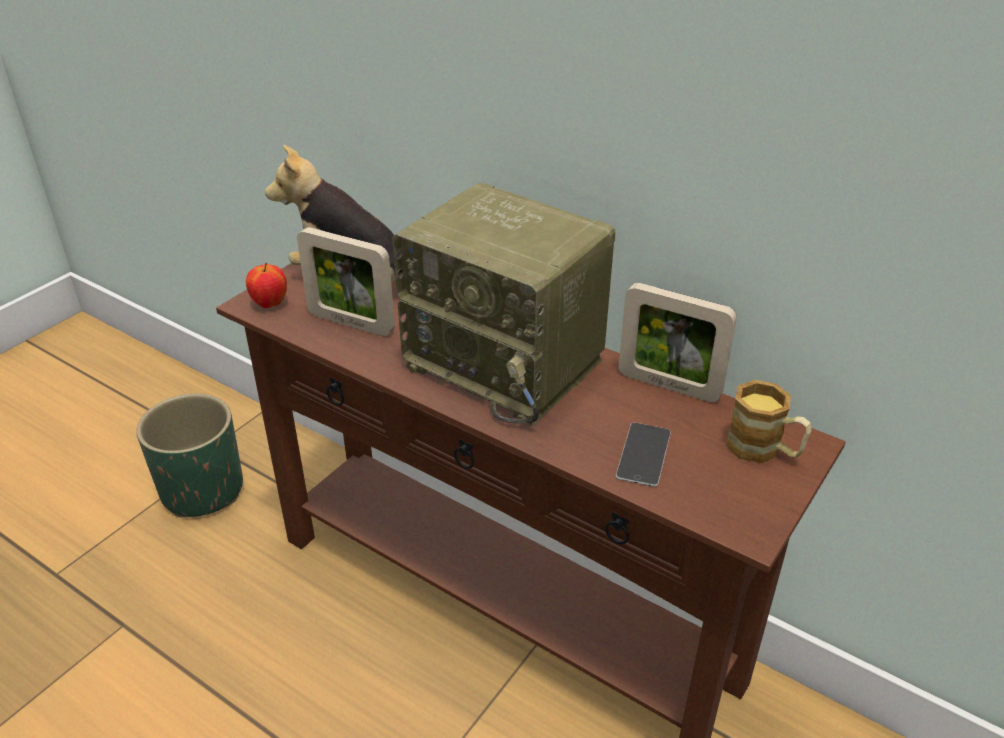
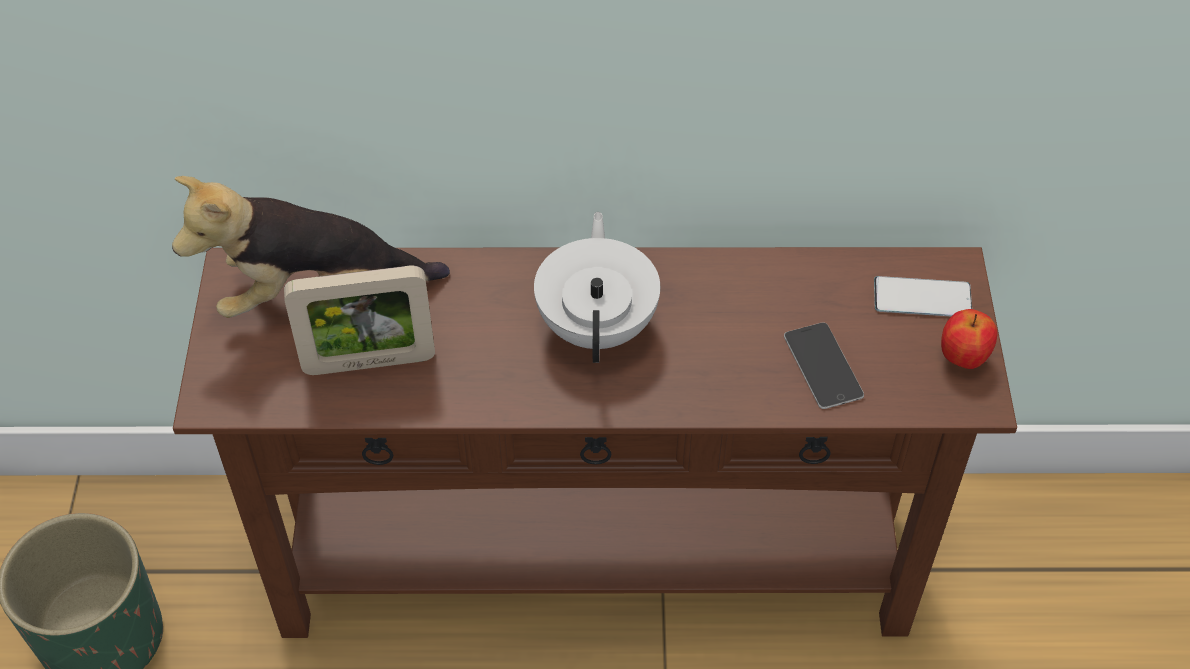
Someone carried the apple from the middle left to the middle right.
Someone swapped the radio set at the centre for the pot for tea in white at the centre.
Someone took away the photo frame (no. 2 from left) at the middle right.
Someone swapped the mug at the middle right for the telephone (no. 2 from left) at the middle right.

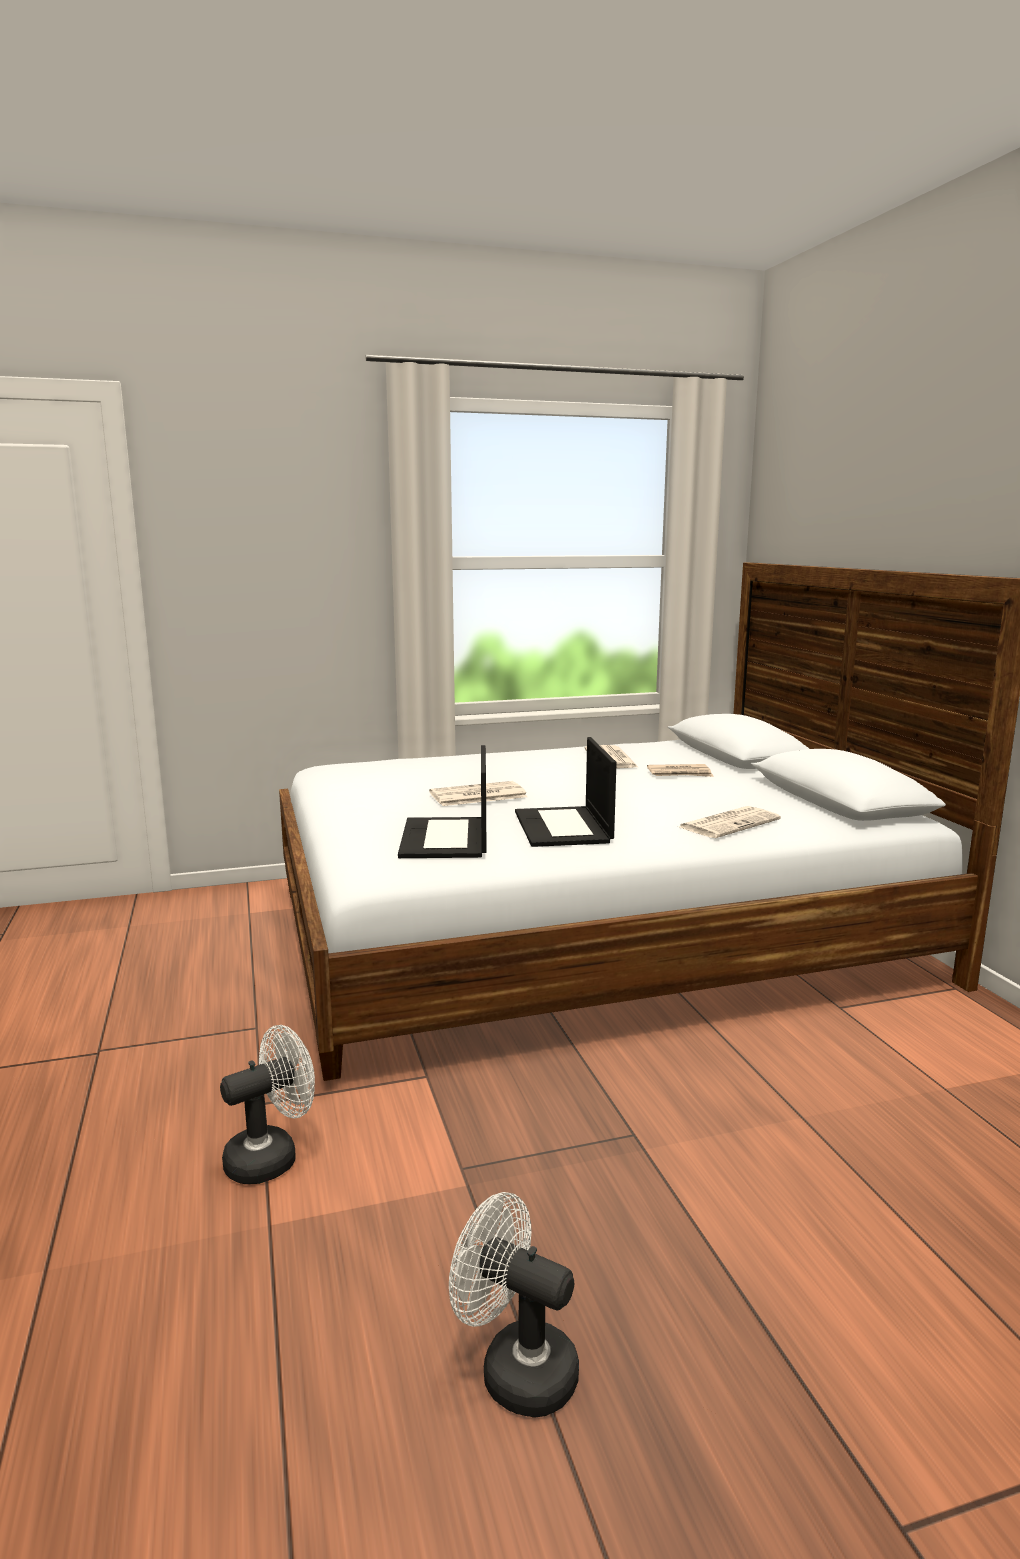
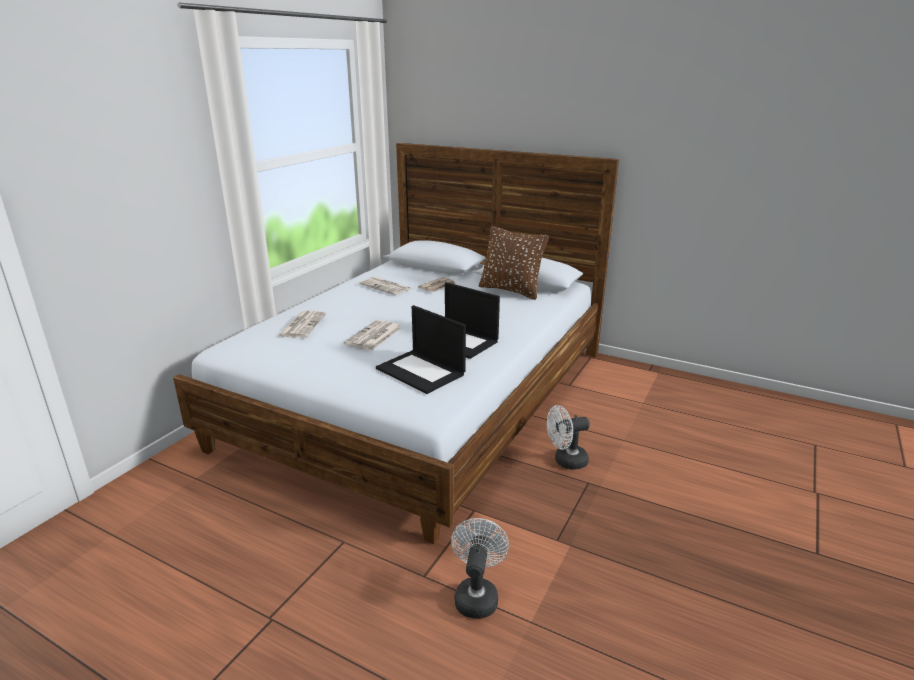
Someone carried the electric fan in white (no. 2 from left) from the bottom centre to the centre.
Someone carried the newspaper (no. 4 from left in the first image) from the middle right to the middle left.
Someone put down the throw pillow in brownish at the centre.

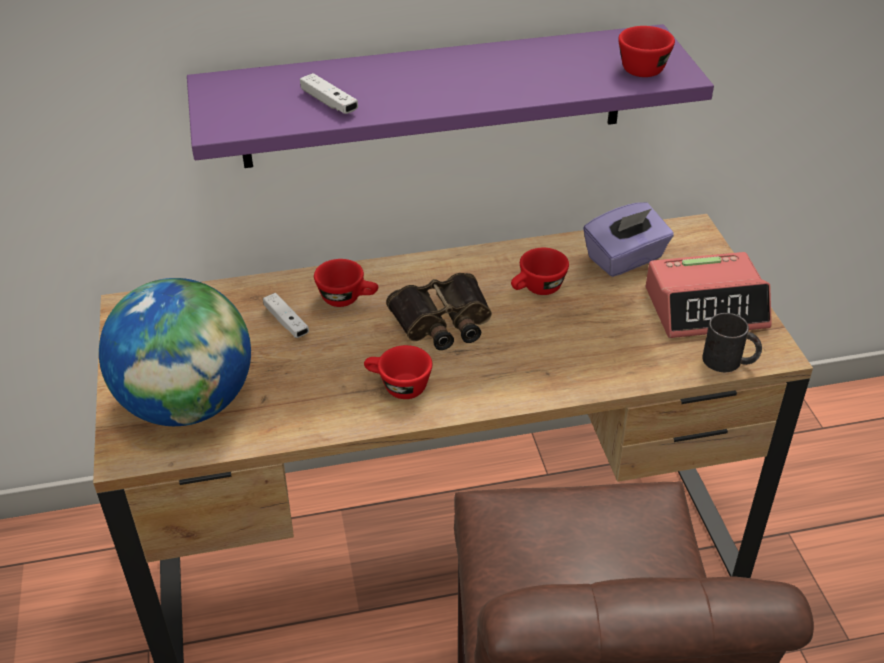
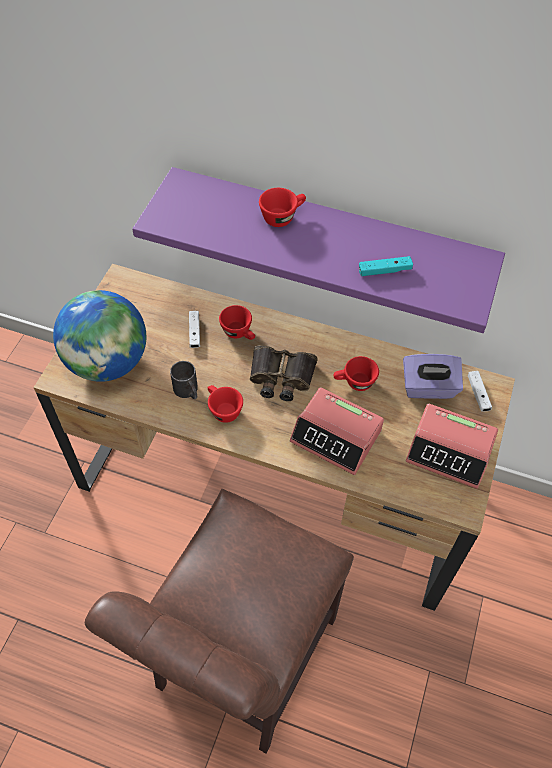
Someone carried the joypad in white (no. 2 from left) from the top centre to the middle right.
Someone carried the small cup in red-coloured (no. 4 from left in the first image) from the top right to the top centre.
Someone carried the mug in blackish from the middle right to the centre.
Someone put down the table clock (no. 1 from left) at the centre.
Someone put down the joypad in blue-green at the middle right.

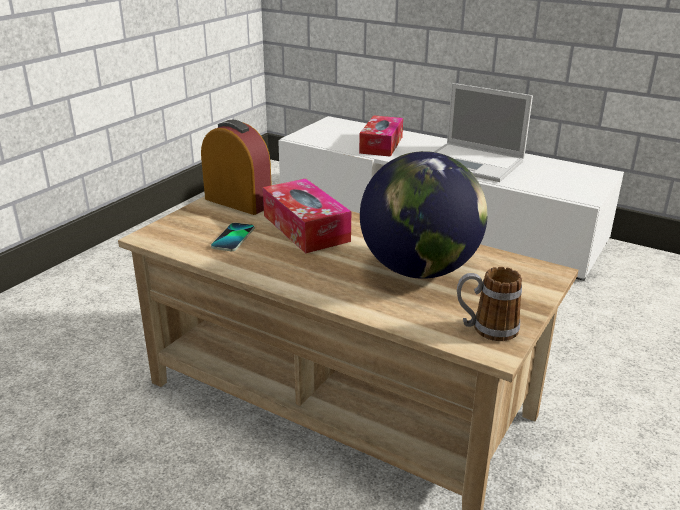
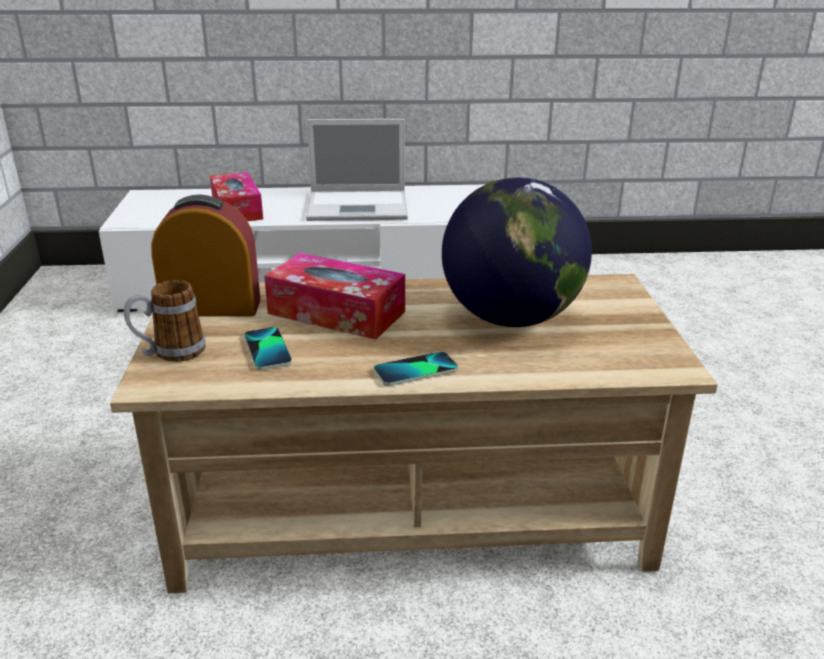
Someone carried the mug from the middle right to the middle left.
Someone put down the telephone (no. 2 from left) at the centre.

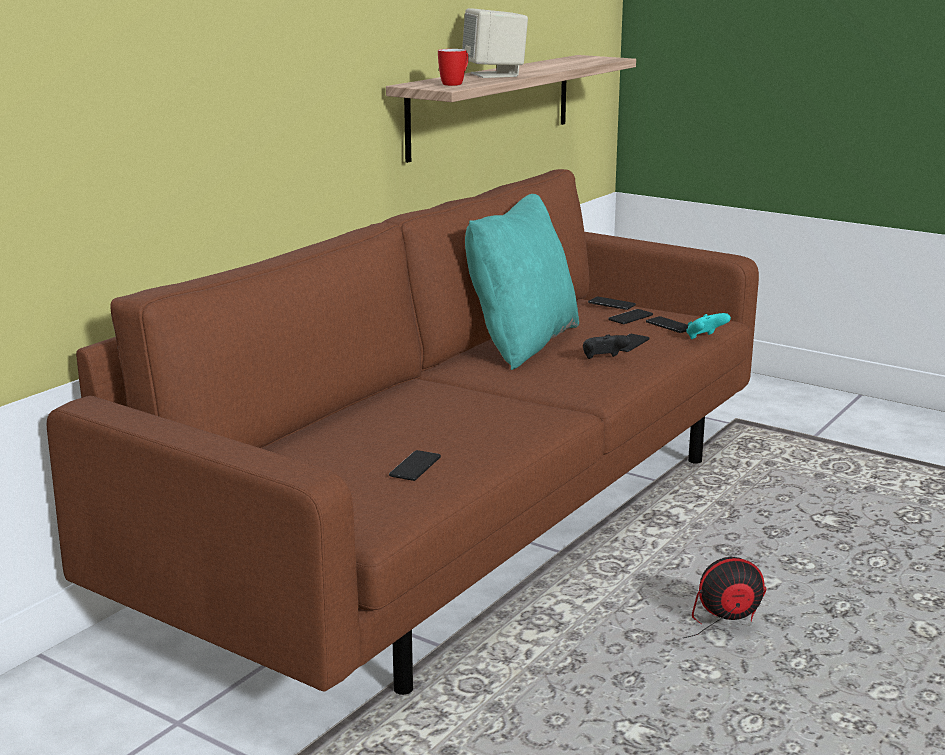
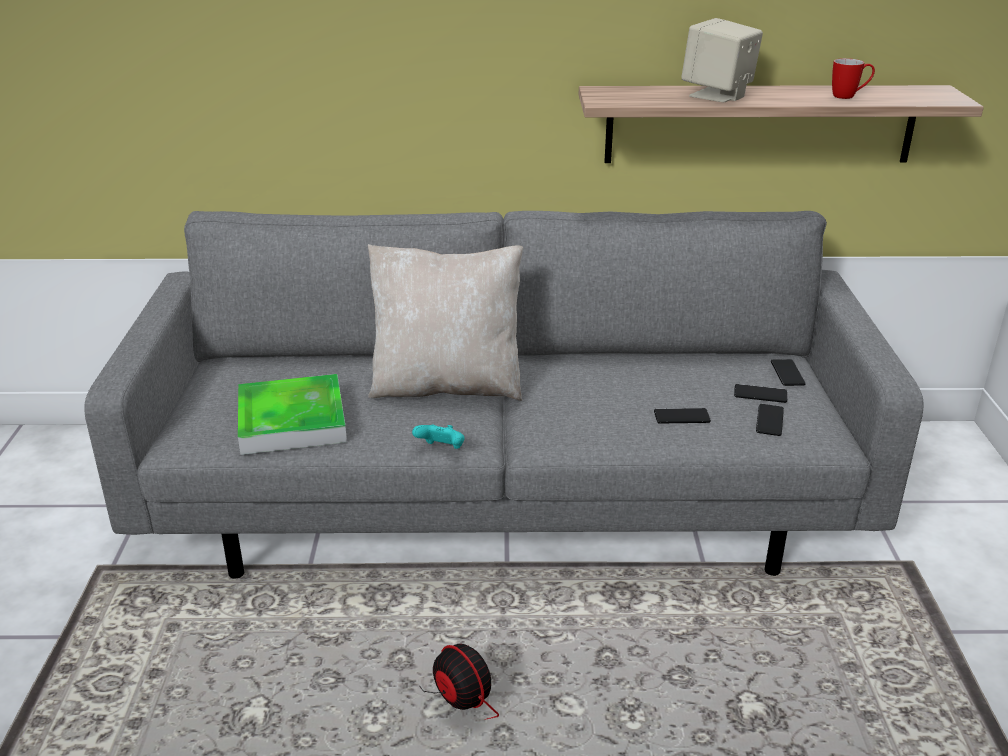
Someone repainted the sofa in brownish at the centre, which became the sofa in gray at the centre.
Someone swapped the telephone (no. 1 from left) at the centre for the carrying tray at the middle left.
Someone carried the mug from the top centre to the top right.
Someone took away the throw pillow in blue-green at the centre.
Someone took away the joypad in blackish at the centre.
Someone carried the joypad in blue-green from the middle right to the centre.
Someone put down the throw pillow in sand-coloured at the centre.

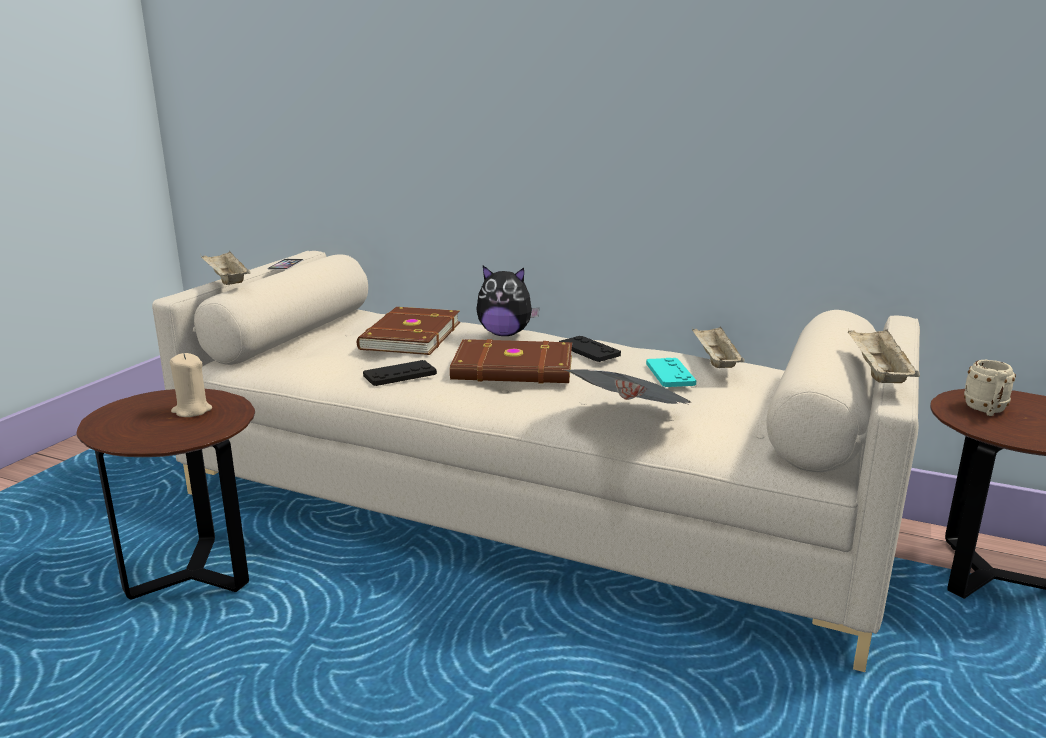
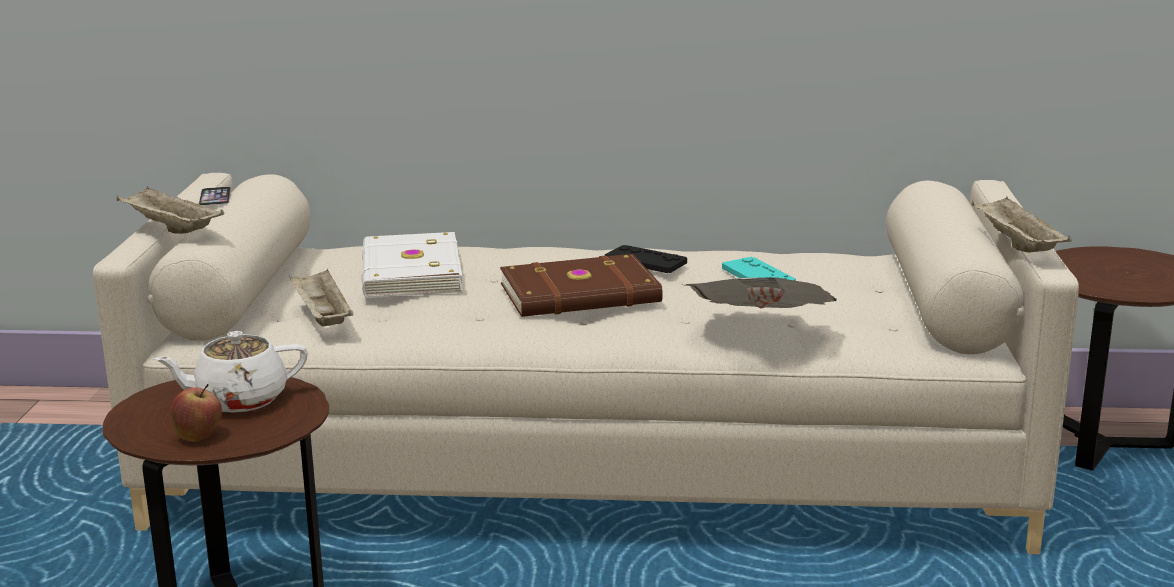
Someone swapped the wax candle in sand-coloured at the middle left for the pot for tea in white at the middle left.
Someone repainted the book in brownish (no. 1 from left) at the centre, which became the book in white at the centre.
Someone took away the joypad in blackish (no. 1 from left) at the centre.
Someone took away the plush toy at the centre.
Someone carried the carrying tray in sand-coloured (no. 2 from left) from the middle right to the middle left.
Someone took away the mug in sand-coloured at the middle right.
Someone put down the apple at the bottom left.

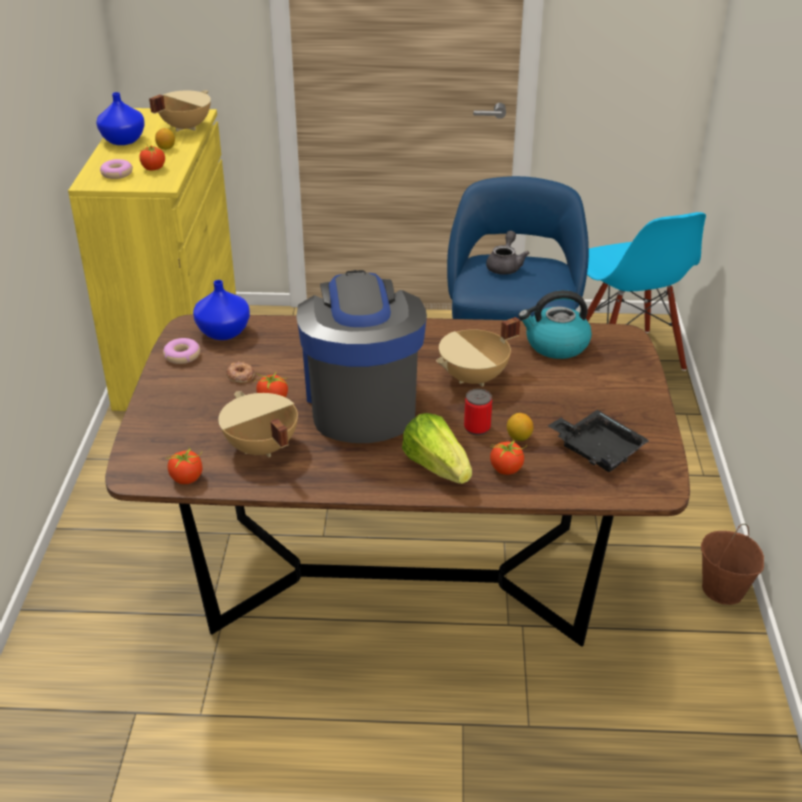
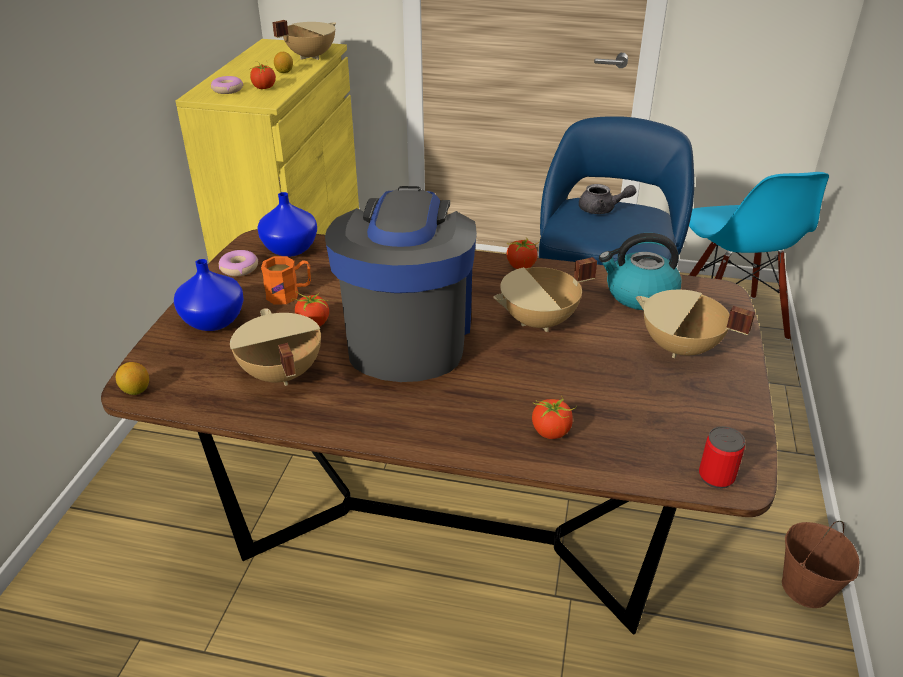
Someone carried the decorative vase in blue (no. 1 from left) from the top left to the middle left.
Someone carried the tomato (no. 2 from left in the first image) from the middle left to the centre.
Someone swapped the ring doughnut (no. 3 from left) at the middle left for the mug in orangey at the middle left.
Someone took away the head of lettuce at the centre.
Someone carried the sealed can from the centre to the bottom right.
Someone rotated the pot for tea in gray at the top centre by 75 degrees clockwise.
Someone carried the lemon (no. 2 from left in the first image) from the centre to the middle left.
Someone took away the carrying tray in blackish at the middle right.
Someone put down the saucepot in sand-coloured (no. 4 from left) at the middle right.

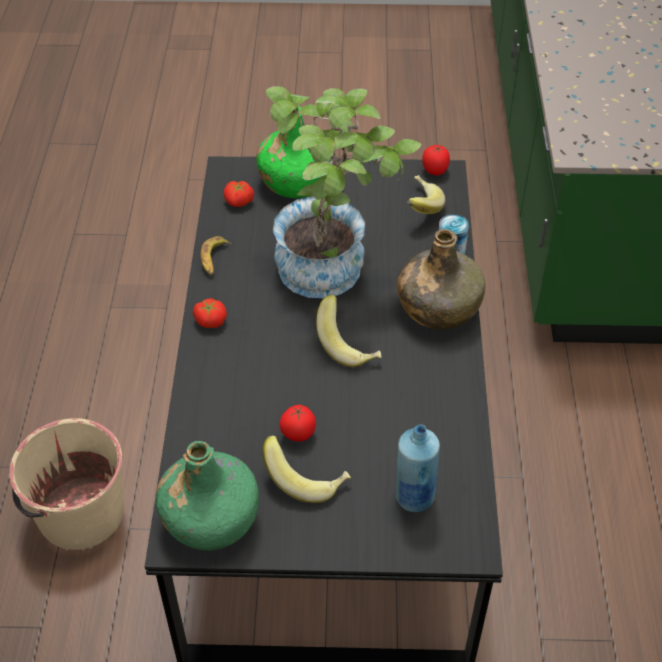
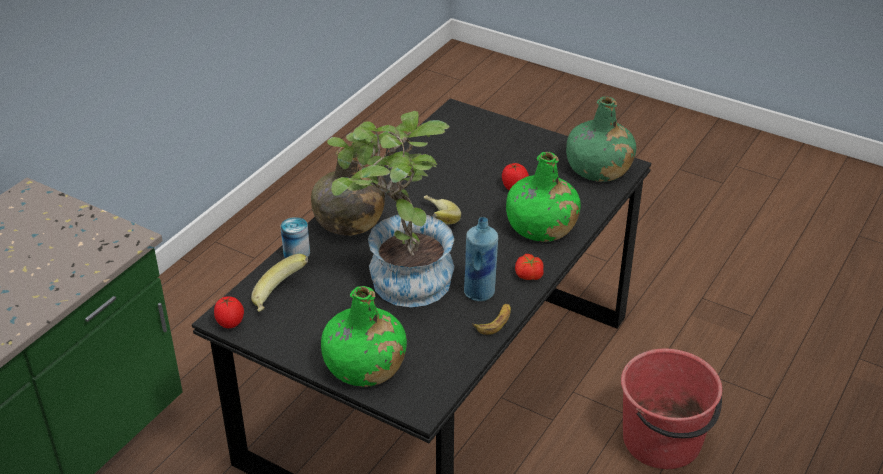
Someone repainted the pail in sand-coloured at the bottom left, which became the pail in red-coloured at the bottom right.
Someone took away the tomato (no. 2 from left) at the top centre.
Someone took away the whole banana (no. 2 from left) at the bottom centre.
Someone carried the bottle in blue from the bottom centre to the centre.
Someone put down the bottle in greenish (no. 3 from left) at the centre.

